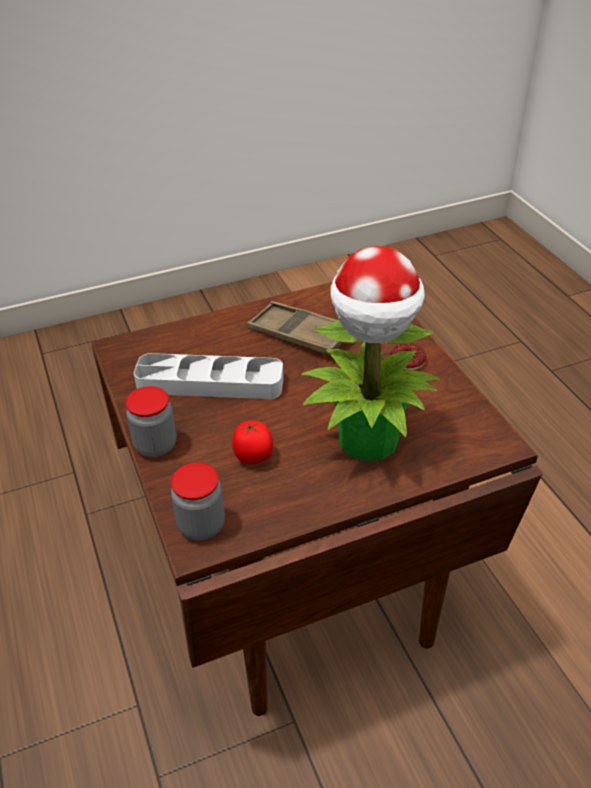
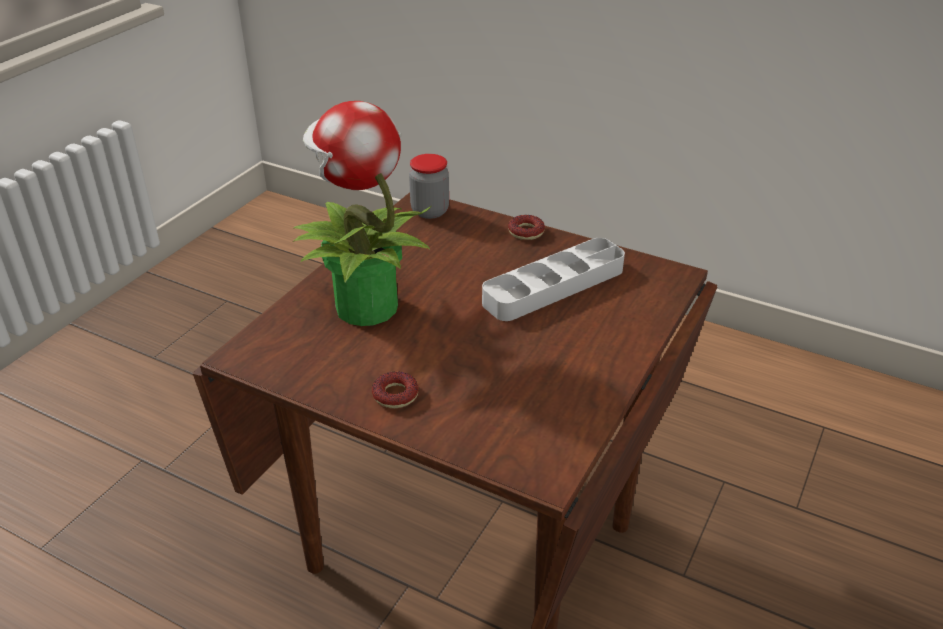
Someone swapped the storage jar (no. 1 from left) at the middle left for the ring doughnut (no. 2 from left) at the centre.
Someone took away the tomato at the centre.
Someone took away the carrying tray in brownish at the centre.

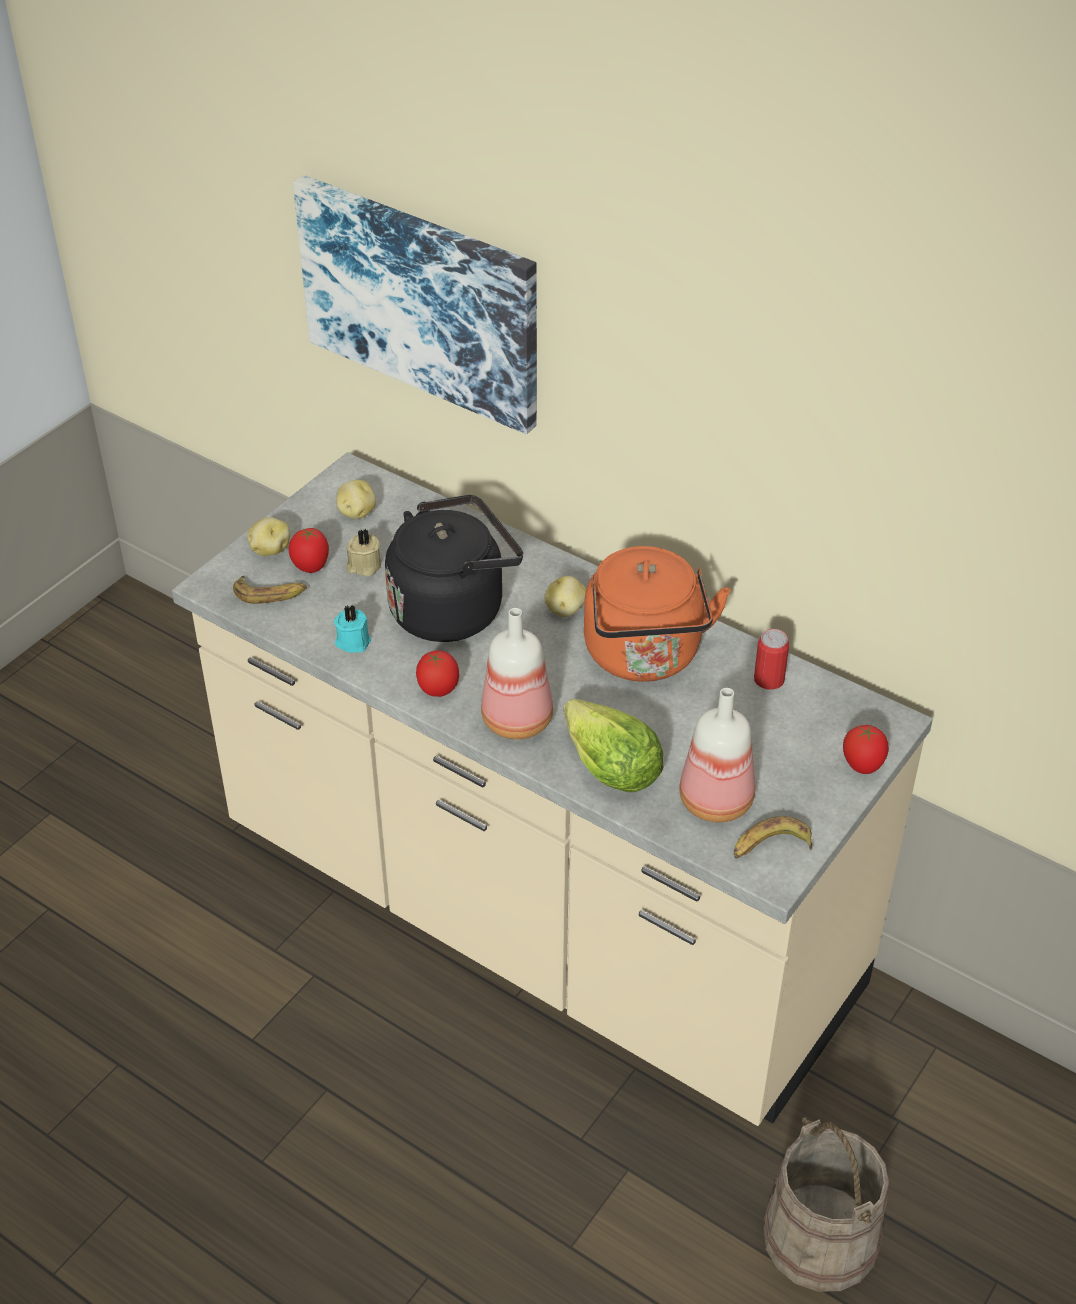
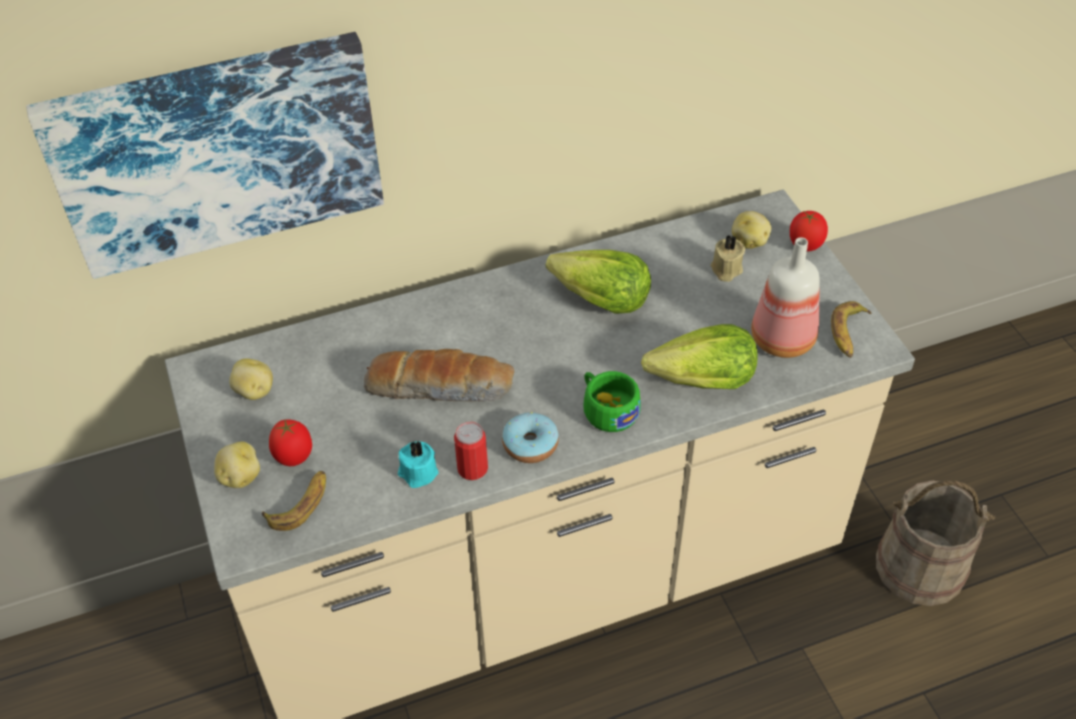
Someone carried the wax candle in sand-coloured from the centre to the middle right.
Someone swapped the tea kettle in blackish at the centre for the bread at the centre.
Someone swapped the tomato (no. 2 from left) at the centre for the ring doughnut at the centre.
Someone swapped the bottle (no. 1 from left) at the centre for the small cup in greenish at the centre.
Someone carried the whole potato (no. 3 from left) from the centre to the top right.
Someone swapped the tea kettle in orangey at the centre for the head of lettuce (no. 1 from left) at the centre.
Someone carried the sealed can from the middle right to the centre.

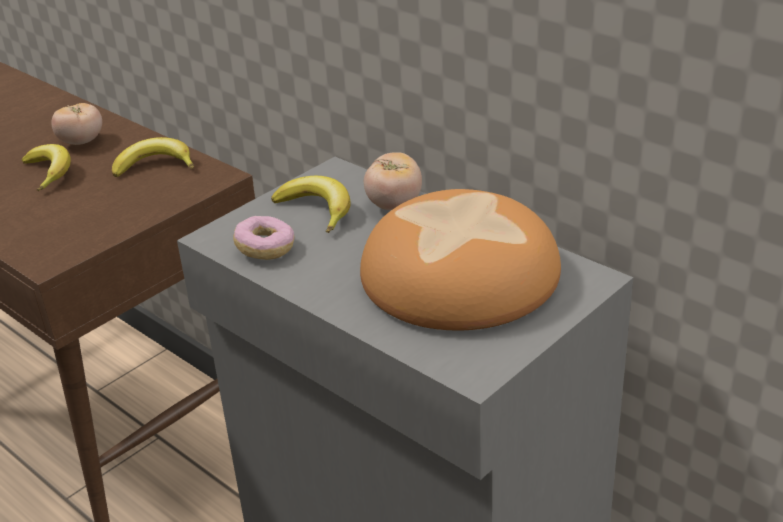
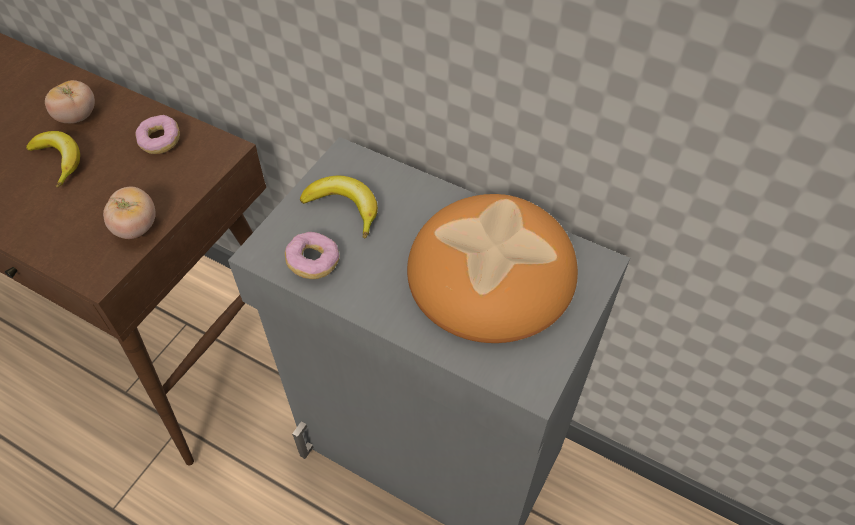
Someone swapped the whole banana (no. 2 from left) at the top left for the ring doughnut (no. 1 from left) at the top left.
Someone carried the tomato (no. 2 from left) from the centre to the middle left.

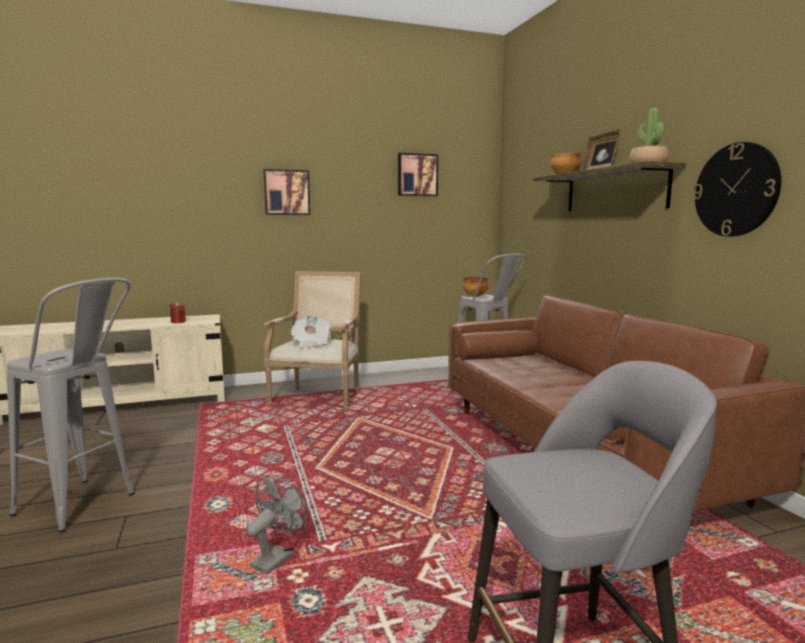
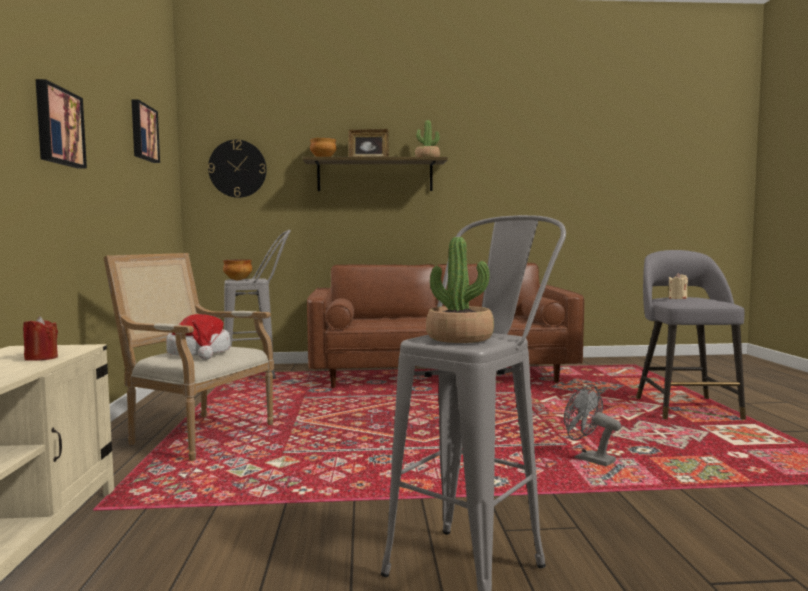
Someone swapped the newspaper at the centre for the hat at the middle left.
Someone carried the hanging clock from the top right to the top left.
Someone put down the plant in a pot (no. 2 from left) at the centre.
Someone put down the wax candle in sand-coloured at the middle right.

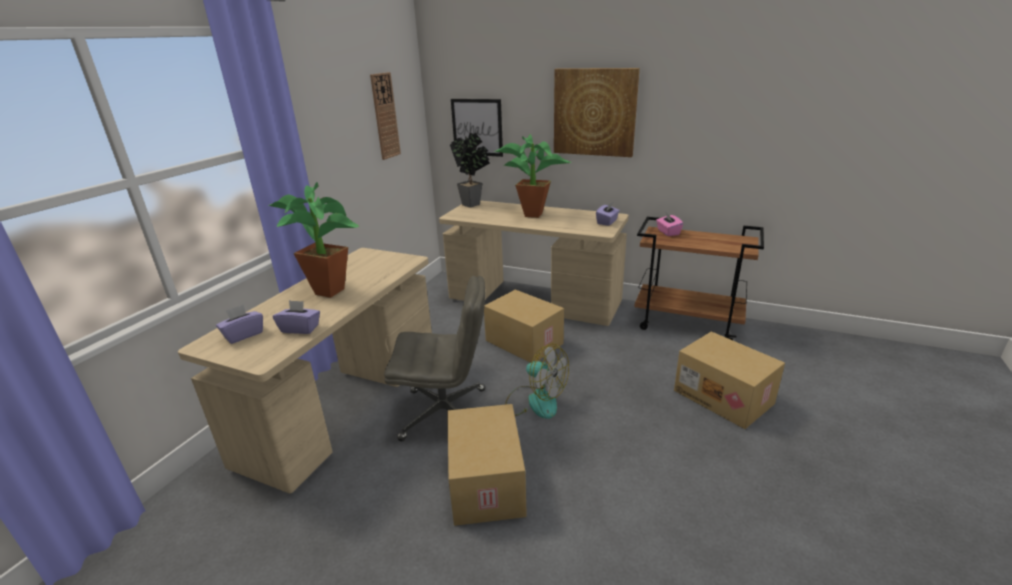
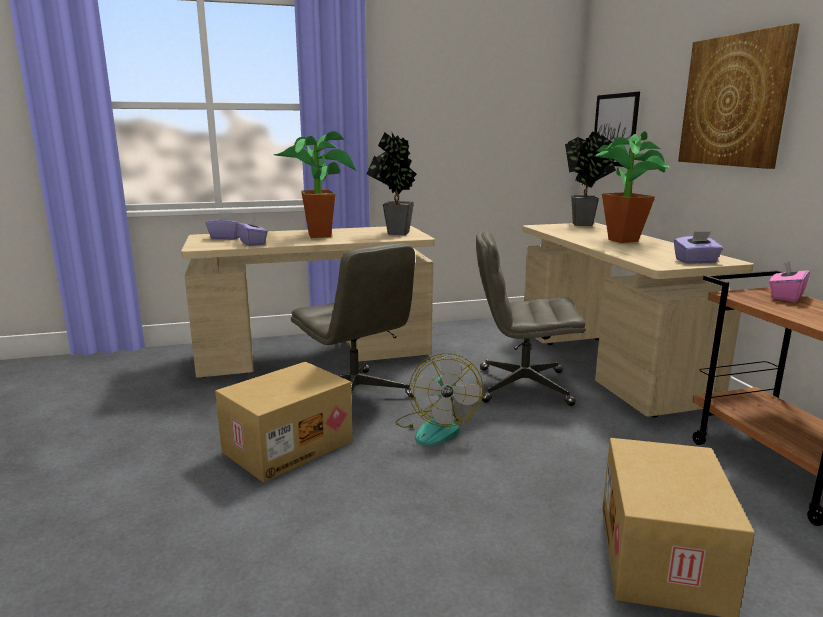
Someone took away the hanging clock at the top centre.
Someone swapped the packing box (no. 2 from left) at the centre for the office chair in gray (no. 2 from left) at the centre.
Someone put down the plant in a pot (no. 2 from left) at the top centre.

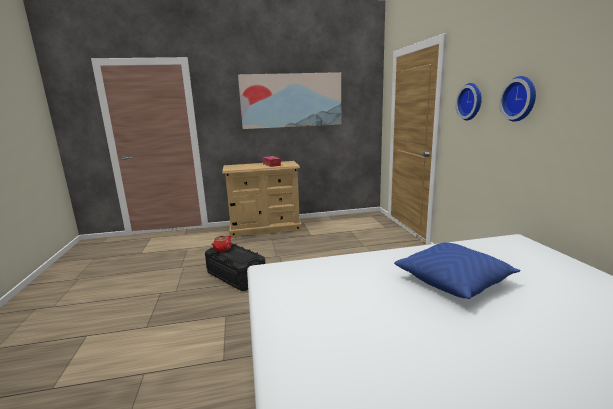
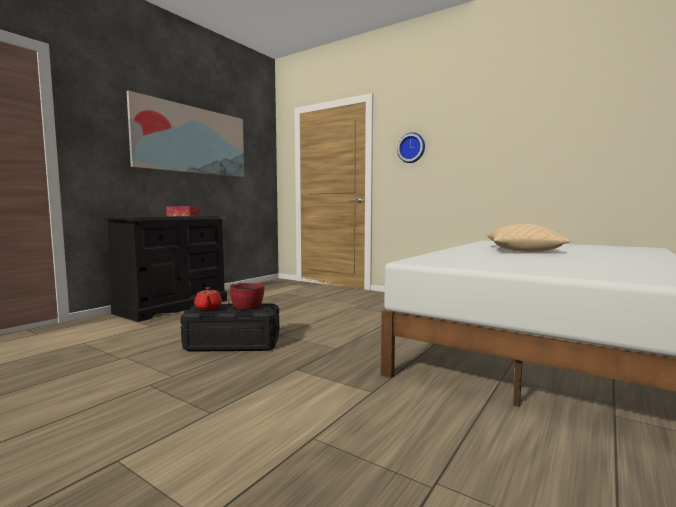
Someone repainted the dresser in sand-coloured at the centre, which became the dresser in blackish at the middle left.
Someone repainted the throw pillow in blue at the middle right, which became the throw pillow in sand-coloured at the middle right.
Someone took away the hanging clock (no. 2 from left) at the top right.
Someone put down the serving bowl in red-coloured at the centre.

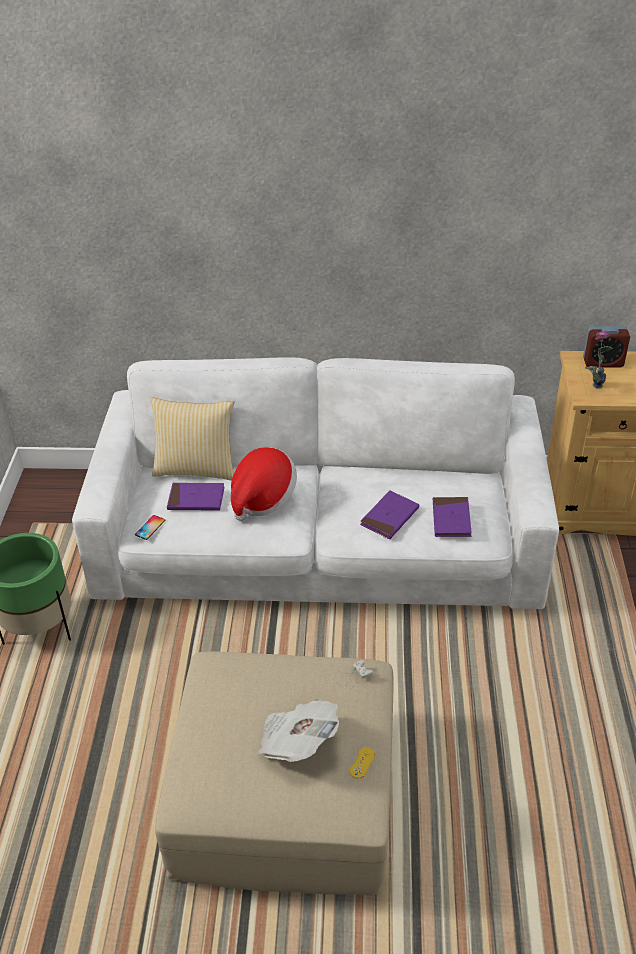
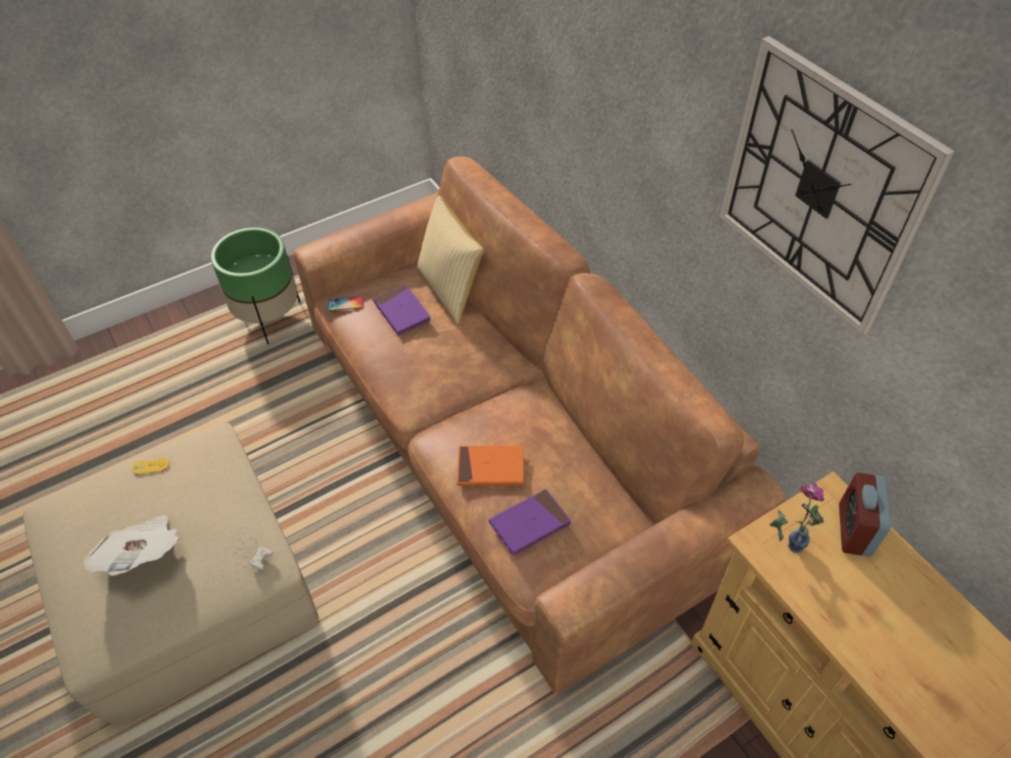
Someone repainted the sofa in white at the centre, which became the sofa in brownish at the centre.
Someone took away the hat at the centre.
Someone carried the joypad in yellow-coloured from the bottom centre to the middle left.
Someone repainted the book in purple-coloured (no. 2 from left) at the centre, which became the book in orangey at the centre.
Someone rotated the table clock at the middle right by 45 degrees clockwise.
Someone put up the hanging clock at the top right.

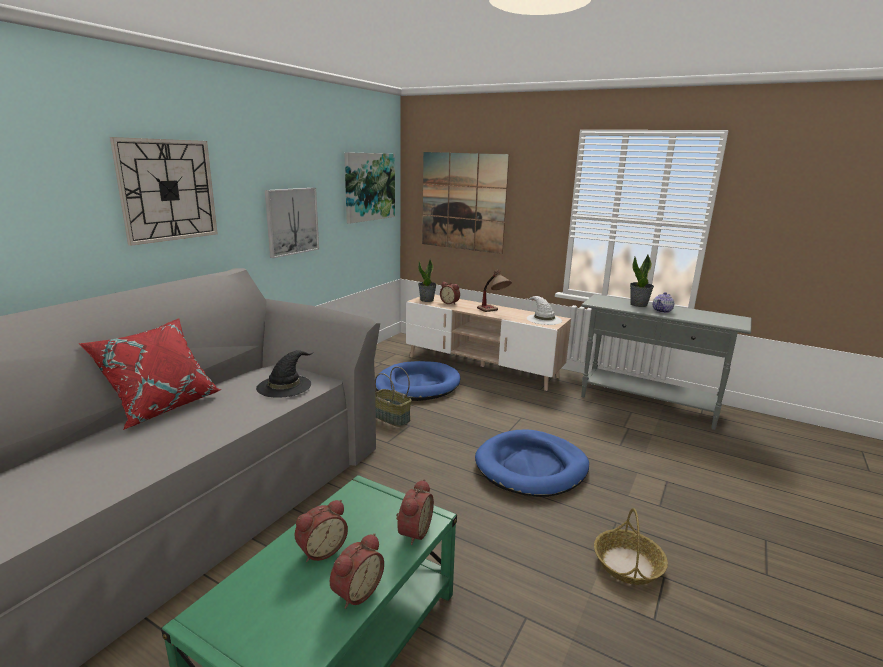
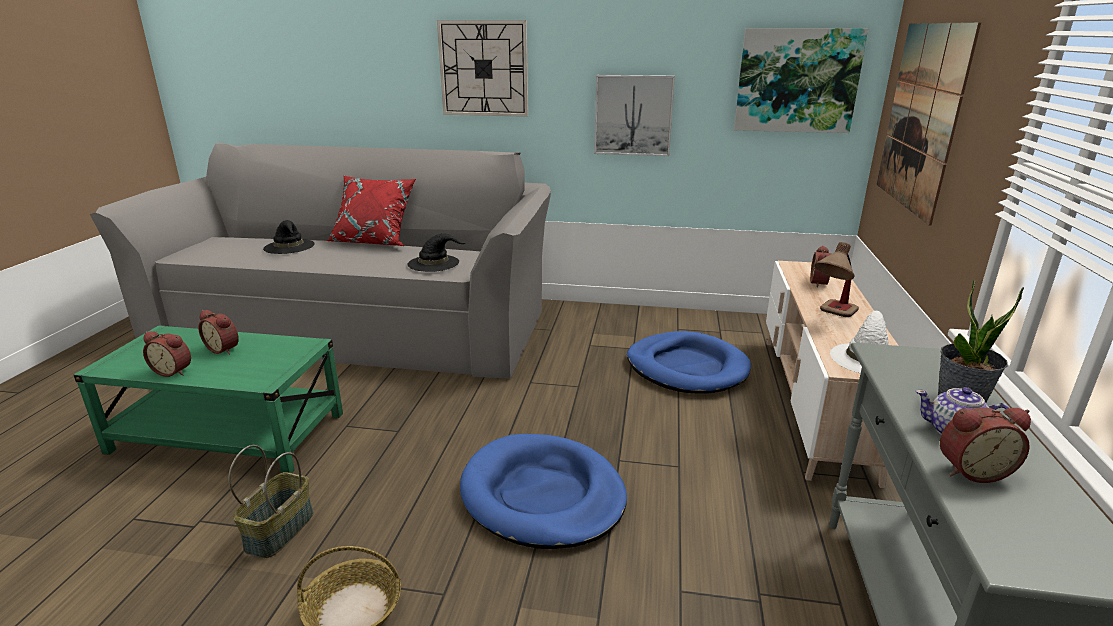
Someone carried the household basket (no. 1 from left) from the centre to the bottom left.
Someone carried the table clock (no. 3 from left in the first image) from the bottom centre to the bottom right.
Someone took away the plant in a pot (no. 1 from left) at the centre.
Someone put down the hat in blackish (no. 1 from left) at the middle left.

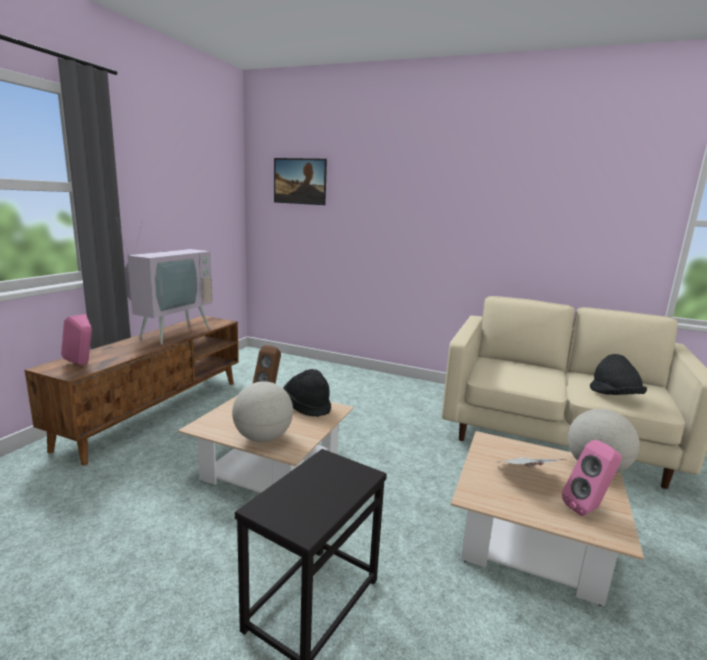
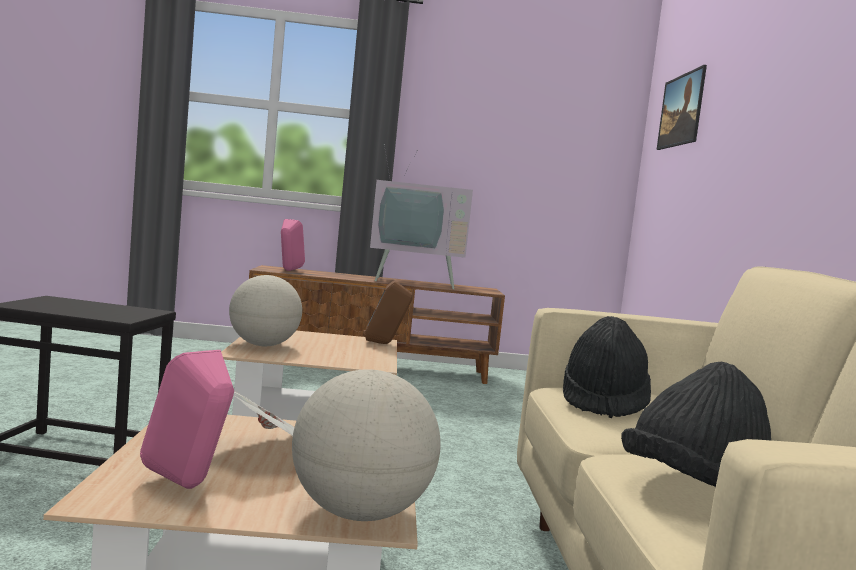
Someone carried the hat in blackish (no. 1 from left) from the centre to the middle right.

